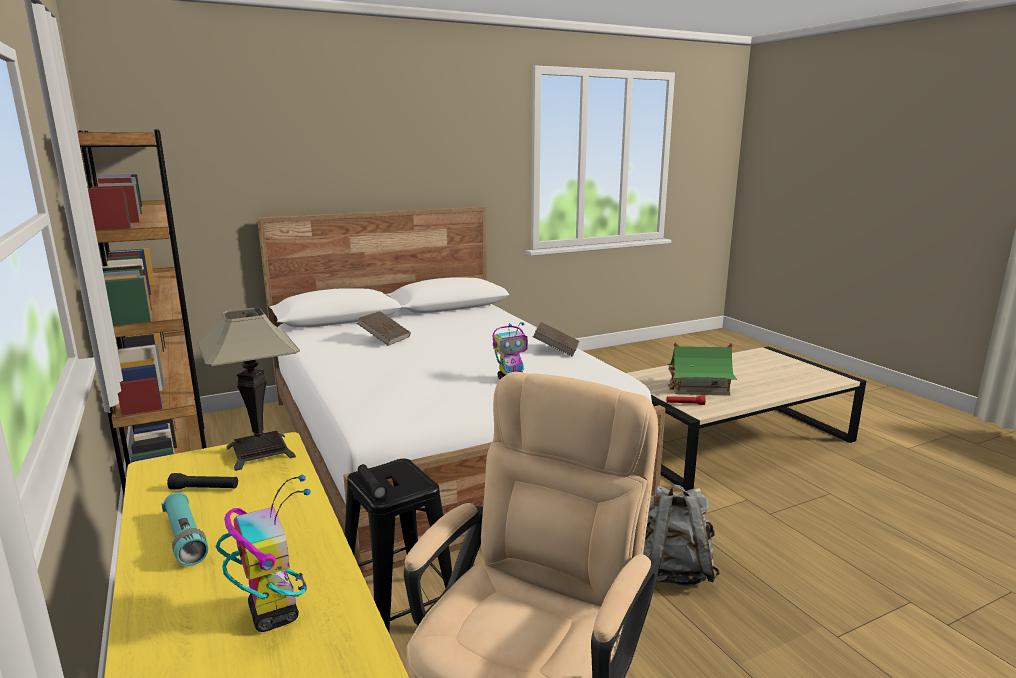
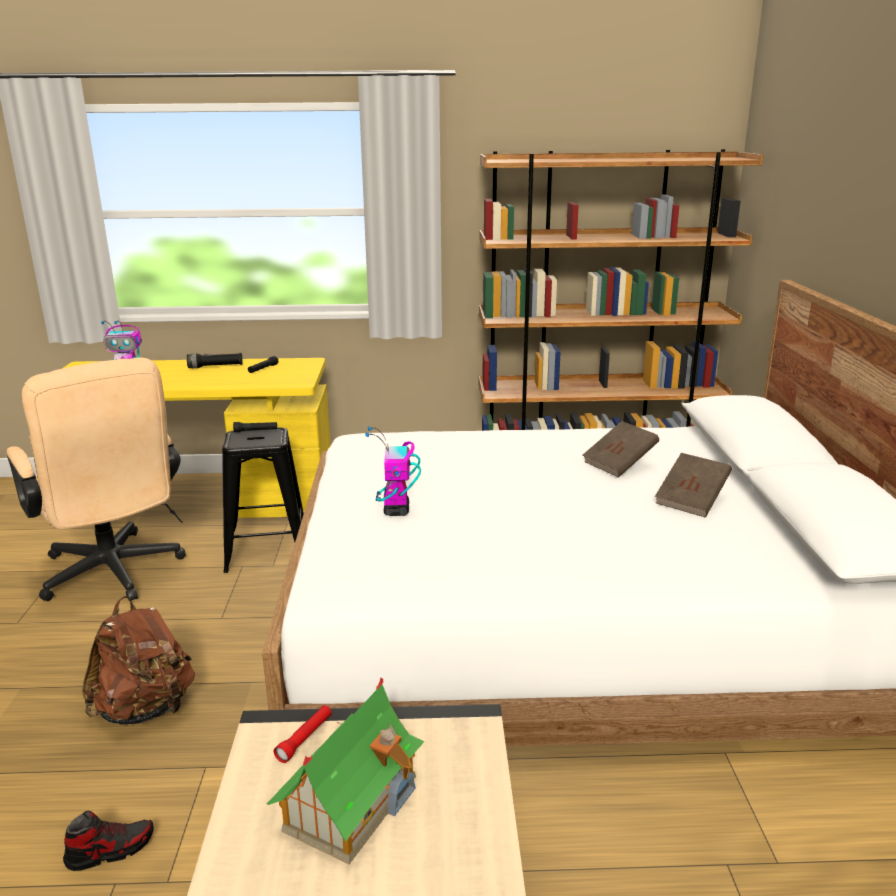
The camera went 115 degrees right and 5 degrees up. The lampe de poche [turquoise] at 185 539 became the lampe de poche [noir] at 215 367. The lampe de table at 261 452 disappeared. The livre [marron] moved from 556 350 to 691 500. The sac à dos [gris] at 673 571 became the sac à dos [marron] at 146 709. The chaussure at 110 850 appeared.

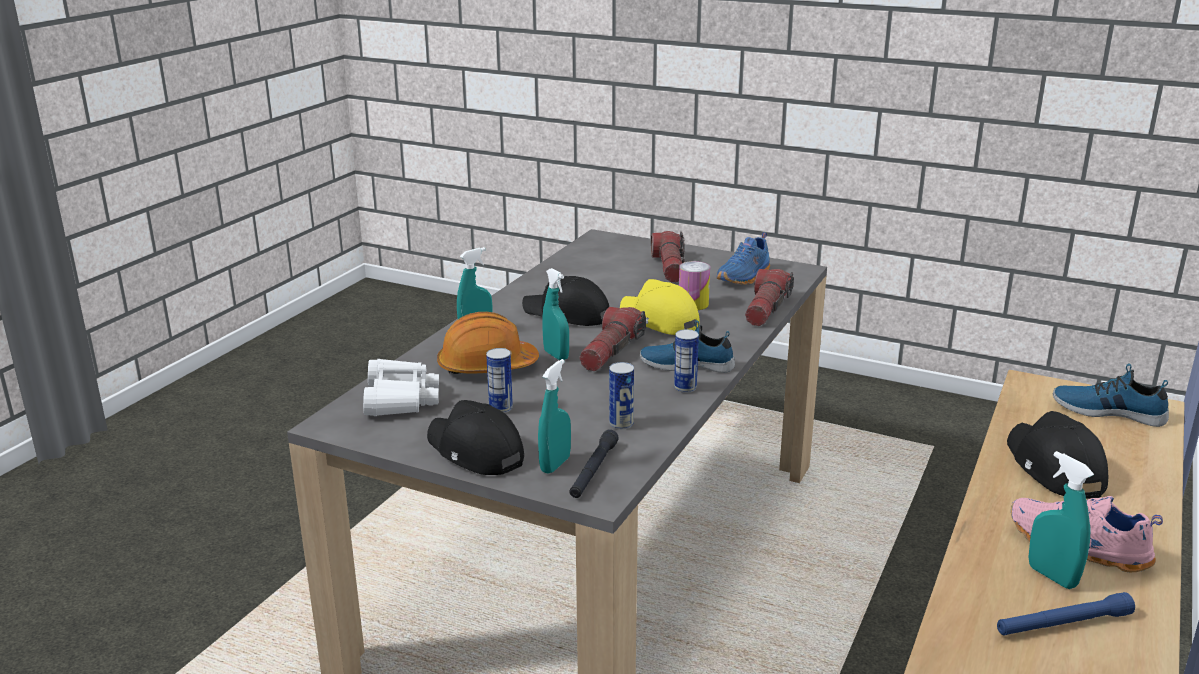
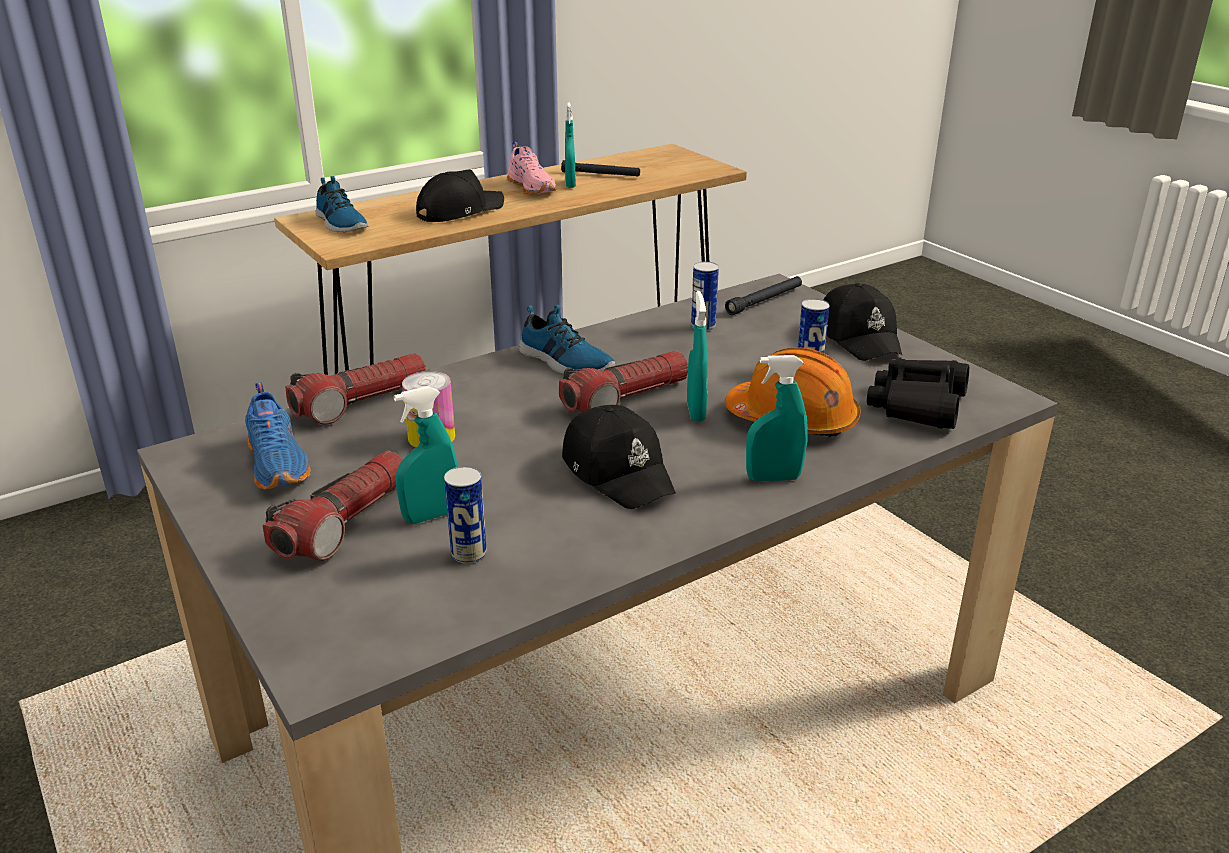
The camera went 150 degrees left and 5 degrees up. The jumelles [blanc] at 400 399 became the jumelles [noir] at 918 405. The vaporisateur [turquoise] moved from 555 464 to 431 516. The casquette [jaune] at 659 320 disappeared. The boîte métallique moved from 685 388 to 469 554. The chaussure [bleu] at 745 277 turned 90 degrees clockwise. The lampe de poche [bleu] at 1063 624 became the lampe de poche [noir] at 600 175. The casquette [noir] at 1053 468 turned 150 degrees counterclockwise.

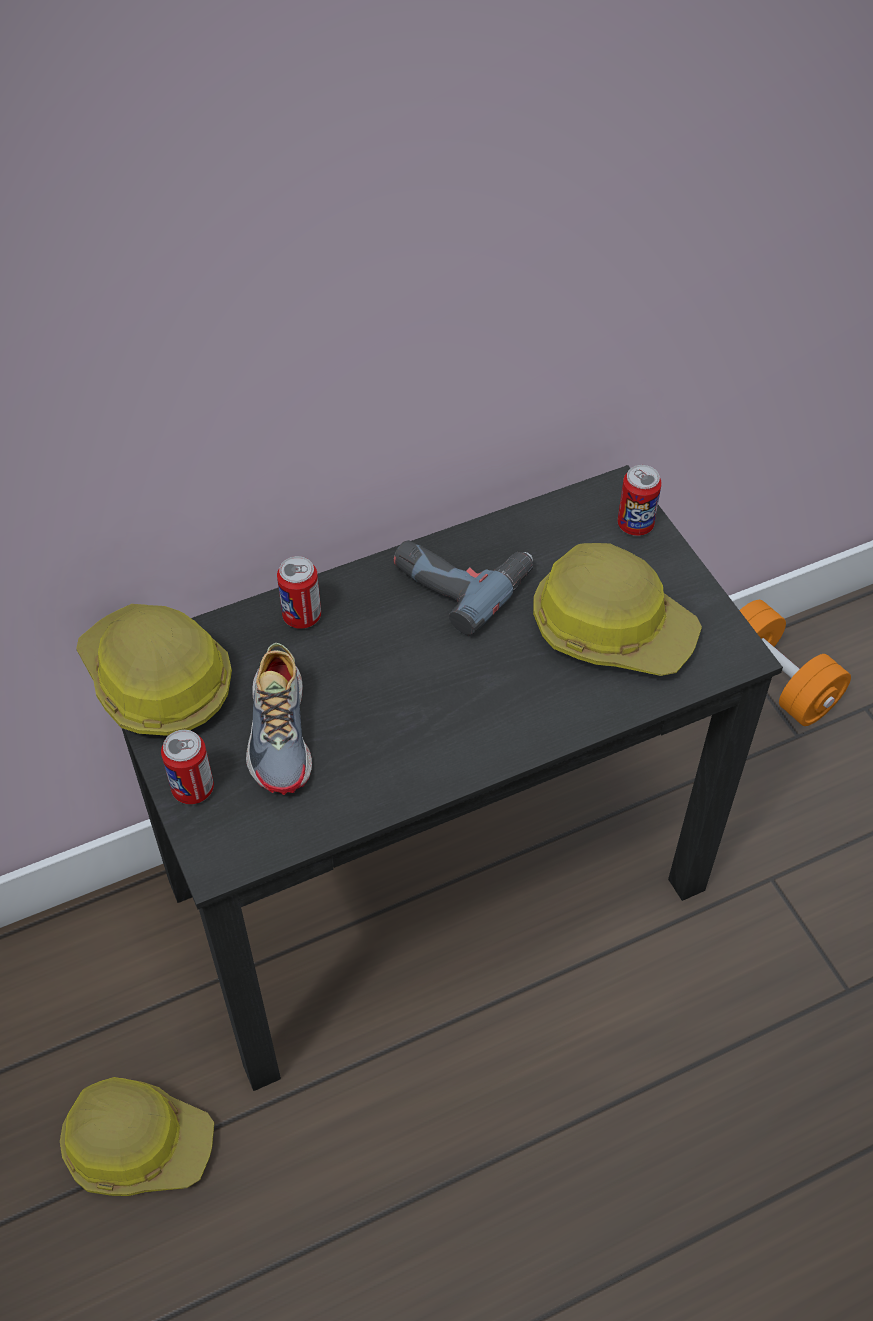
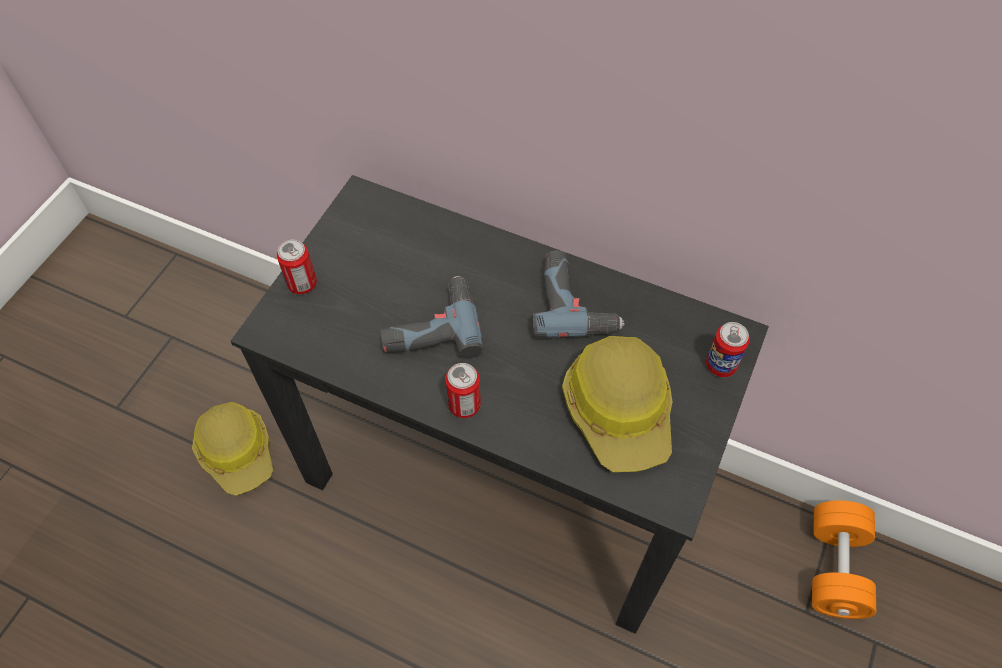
The camera went 50 degrees right and 5 degrees up. The casque de chantier at 156 682 disappeared. The chaussure at 281 732 disappeared. The boîte métallique moved from 302 616 to 464 405. The perceuse at 429 326 appeared.

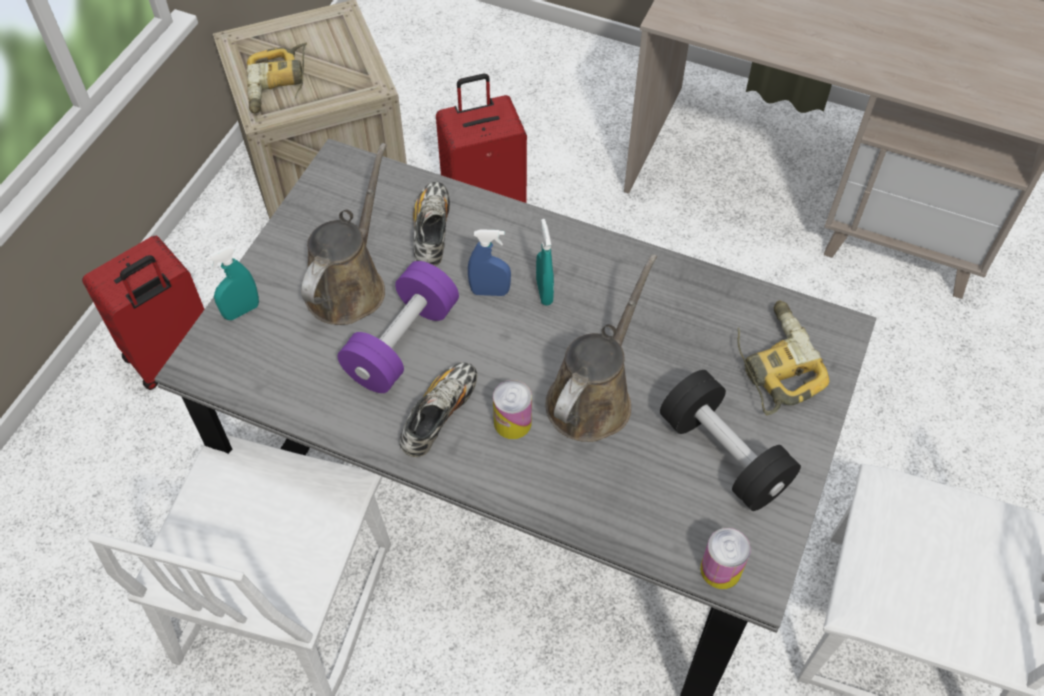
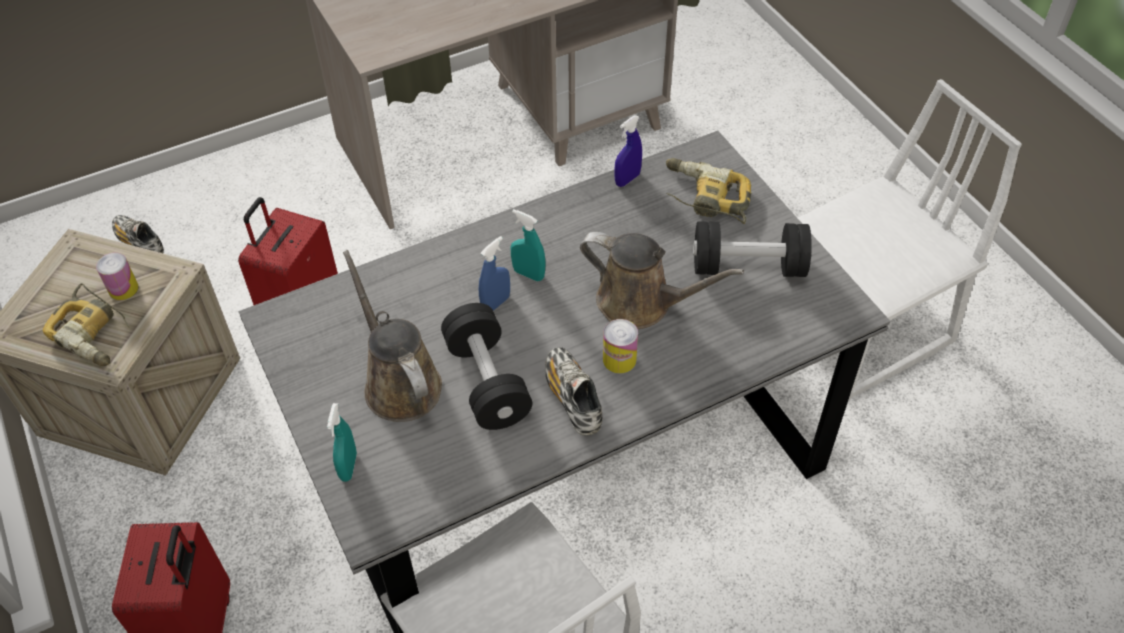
The camera went 50 degrees left and 5 degrees down. The haltère [violet] at 402 343 became the haltère [noir] at 487 382. The chaussure moved from 432 232 to 139 242. The arrosoir [marron] at 593 397 turned 135 degrees clockwise. The boîte métallique moved from 720 569 to 123 289. The vaporisateur [bleu] at 627 179 appeared.

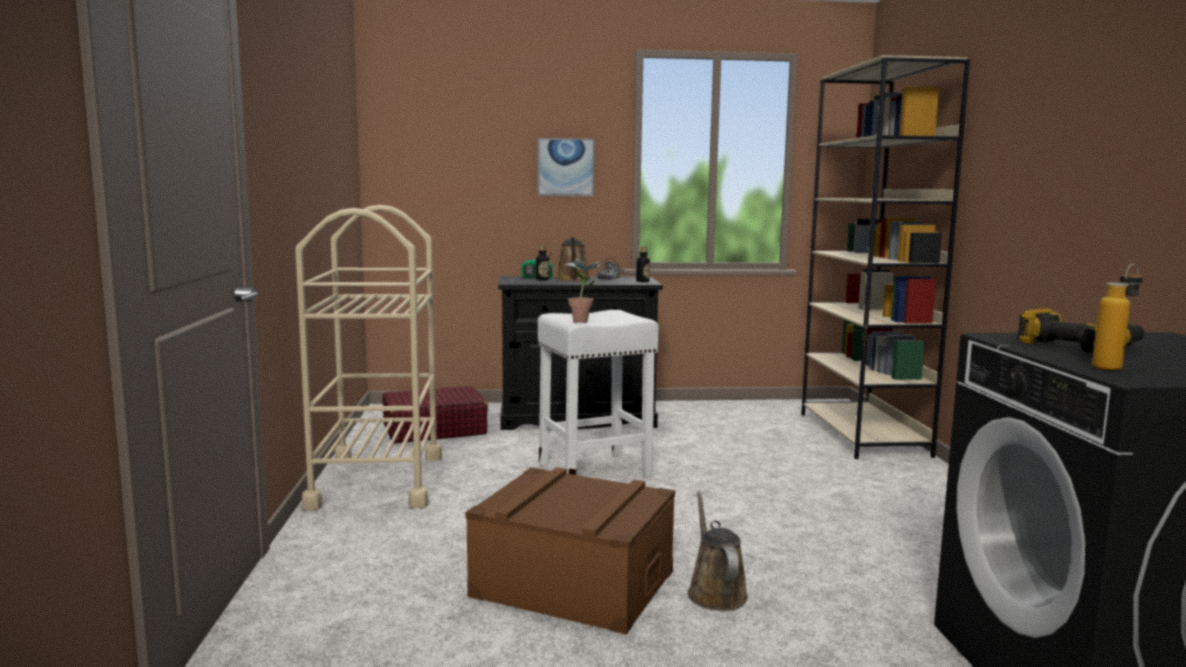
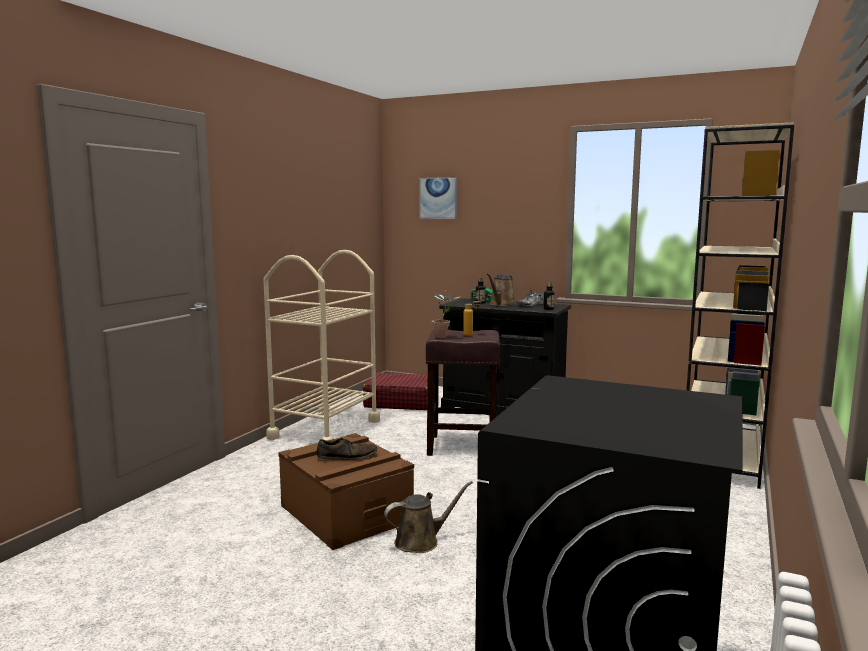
The camera went 30 degrees right and 0 degrees up. The tableau moved from 565 167 to 438 198. The tabouret [blanc] at 596 470 became the tabouret [marron] at 463 446. The arrosoir [marron] at 715 592 turned 45 degrees clockwise. The perceuse at 1078 347 disappeared. The bouteille moved from 1112 367 to 472 335. The chaussure [marron] at 347 456 appeared.

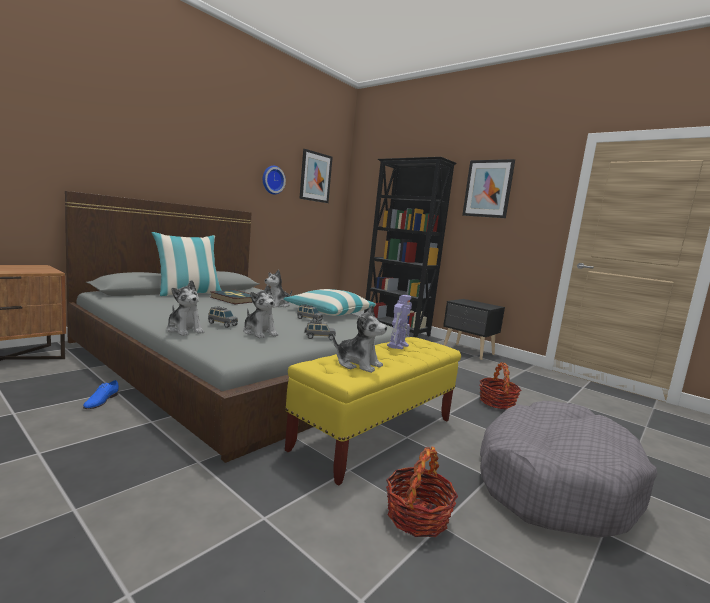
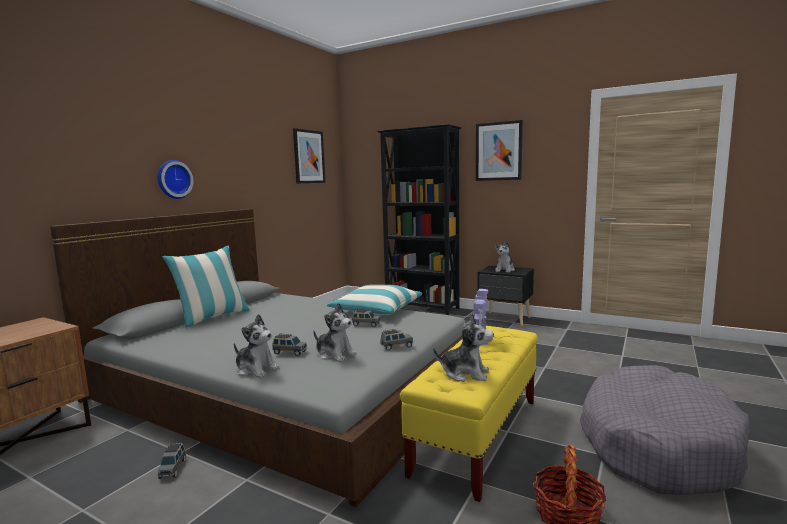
The camera went 10 degrees left and 0 degrees up. The chaussure [bleu] at 101 401 was replaced by the petite voiture [gris] at 173 468. The livre at 234 299 disappeared. The horloge murale moved from 272 180 to 173 179. The peluche moved from 277 305 to 505 270. The panier at 497 402 disappeared.

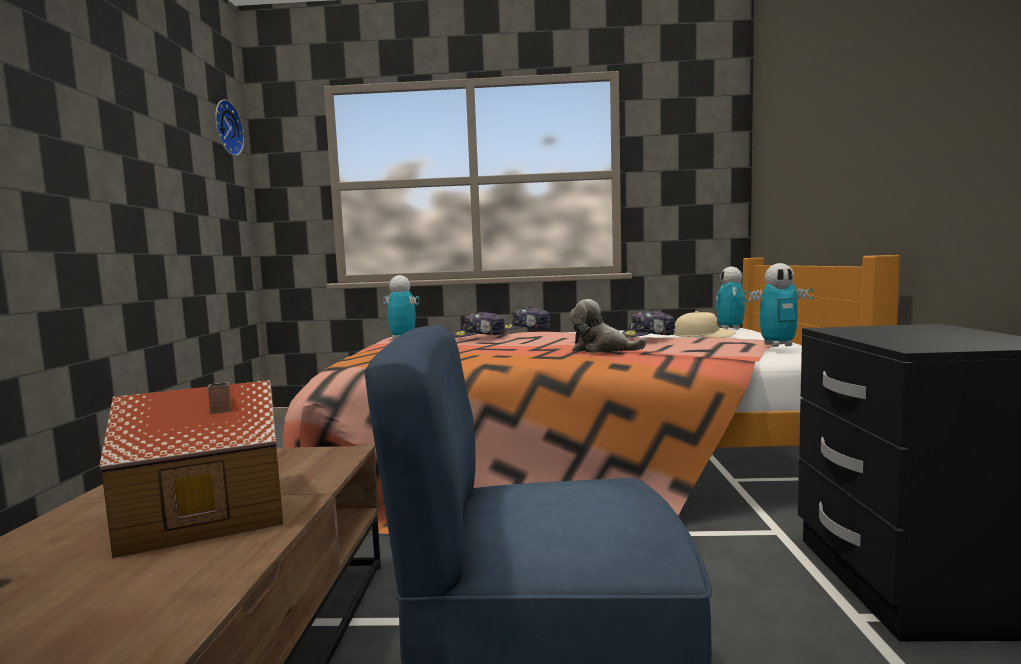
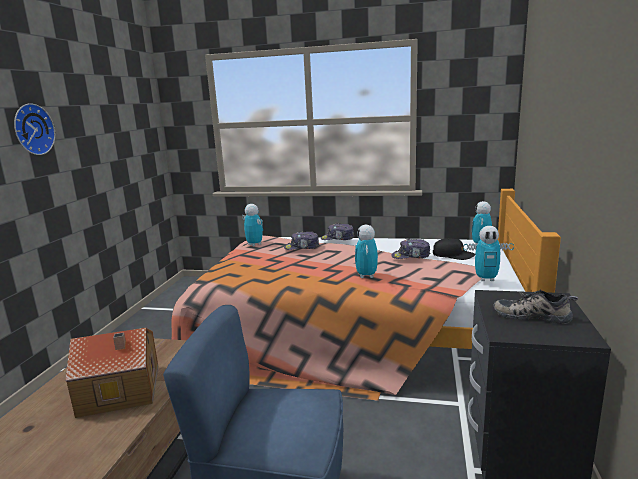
The camera went 10 degrees right and 10 degrees up. The horloge murale moved from 225 128 to 32 129. The peluche at 601 350 was replaced by the robot jouet at 366 276. The casquette [beige] at 703 336 became the casquette [noir] at 453 255. The chaussure at 532 315 appeared.

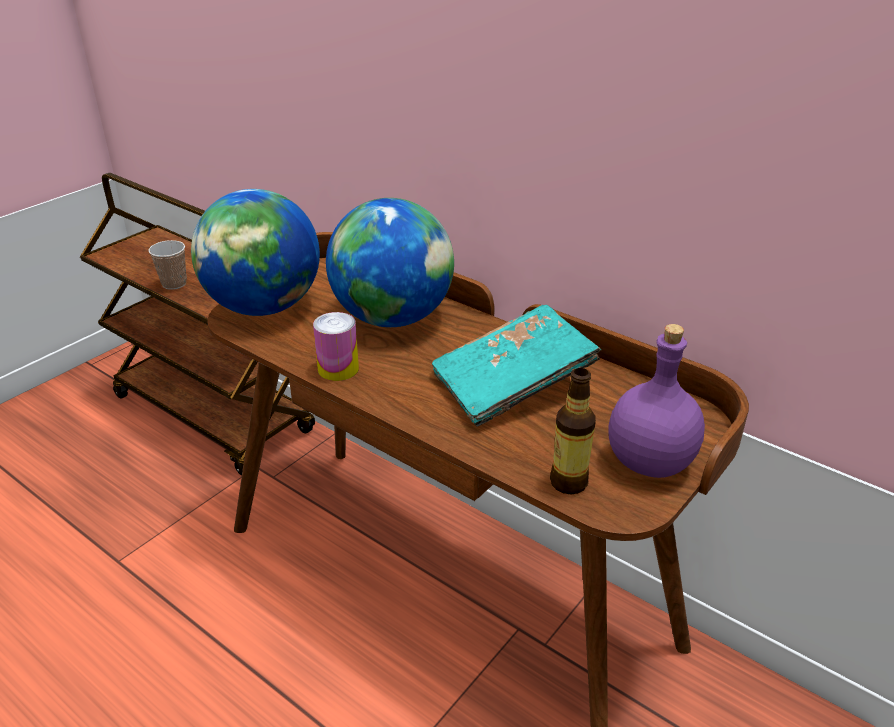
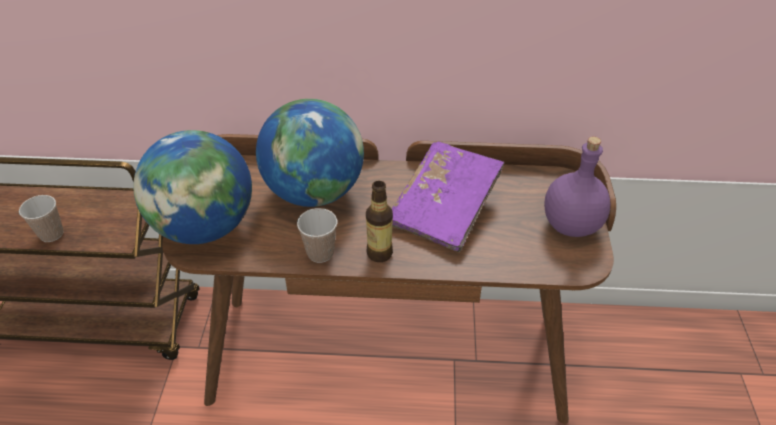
The camera went 35 degrees left and 10 degrees up. The boîte métallique at 338 369 was replaced by the tasse at 320 253. The livre [turquoise] at 512 384 became the livre [violet] at 445 208. The bouteille moved from 568 482 to 379 253.

